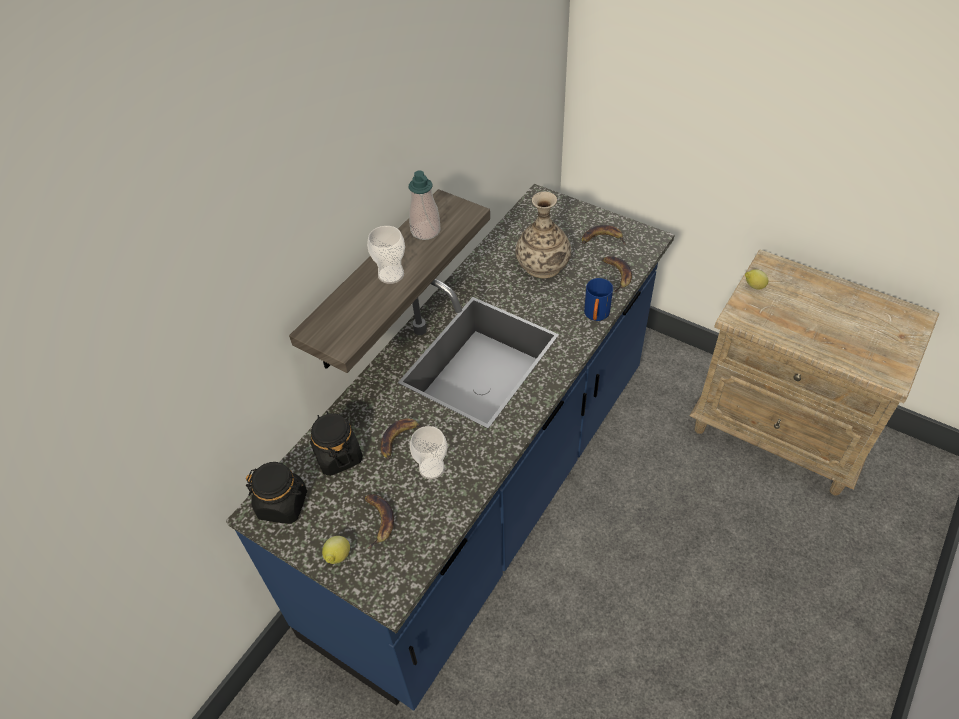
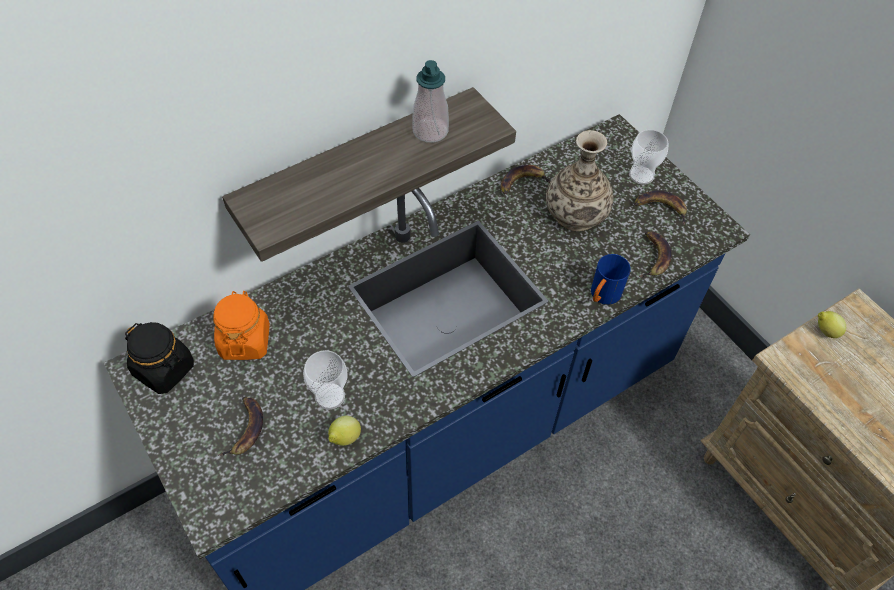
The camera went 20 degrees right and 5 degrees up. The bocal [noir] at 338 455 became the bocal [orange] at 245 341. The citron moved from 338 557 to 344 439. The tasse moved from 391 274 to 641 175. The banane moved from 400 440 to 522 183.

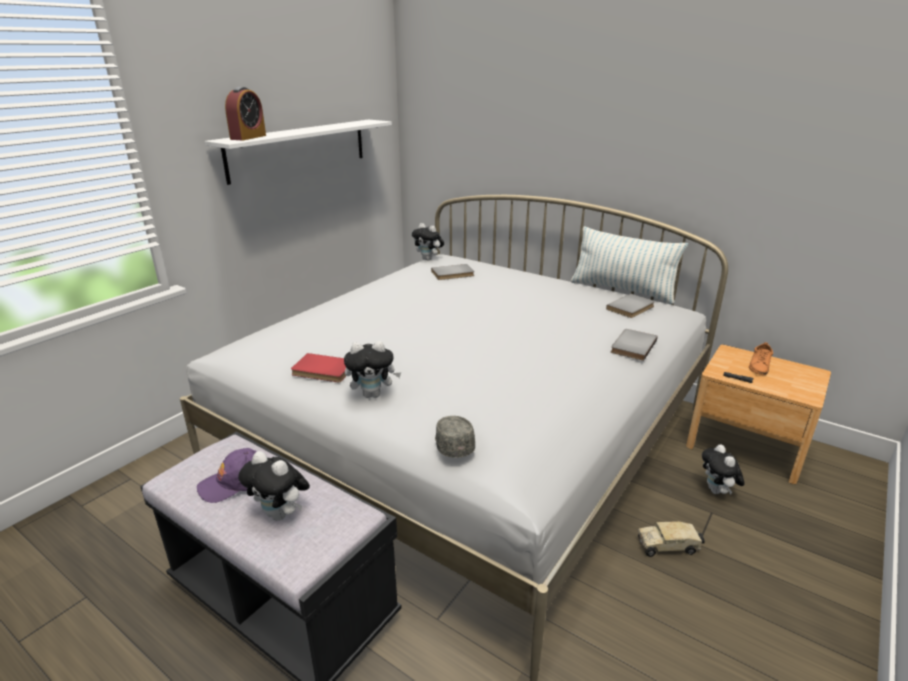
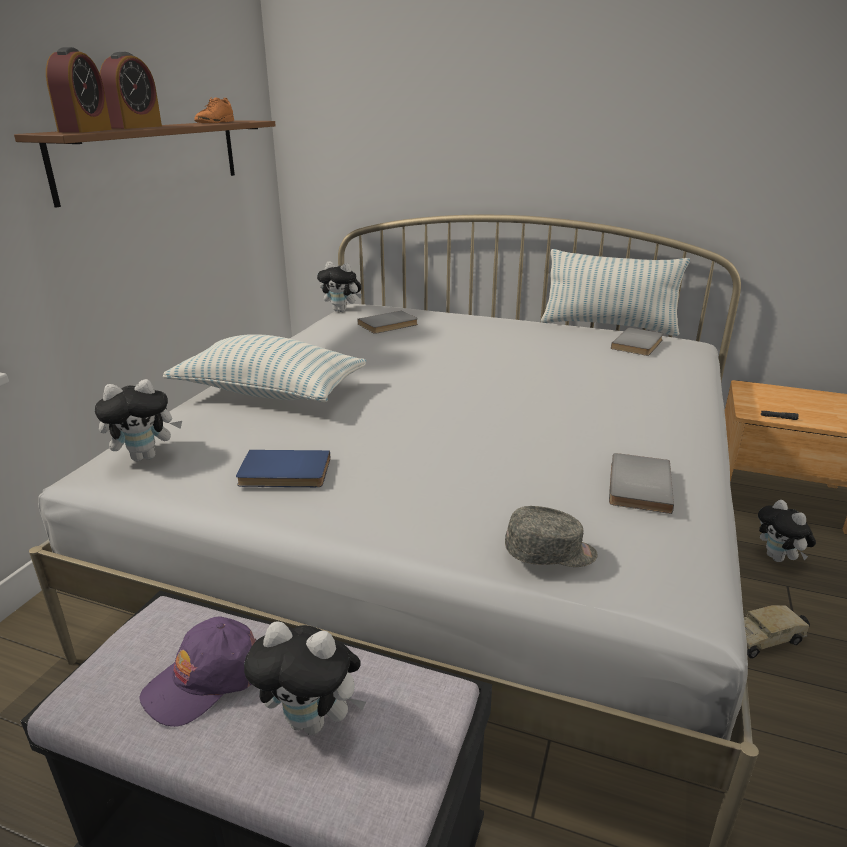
The camera went 15 degrees left and 0 degrees up. The étagère [blanc] at 299 149 became the étagère [marron] at 153 157. The livre [rouge] at 322 371 became the livre [bleu] at 284 473. The peluche moved from 373 394 to 146 456. The casquette [gris] at 453 444 turned 120 degrees clockwise. The livre [gris] moved from 631 346 to 636 485. The chaussure [orange] moved from 759 366 to 214 122. The réveil at 135 127 appeared. The coussin at 270 393 appeared.

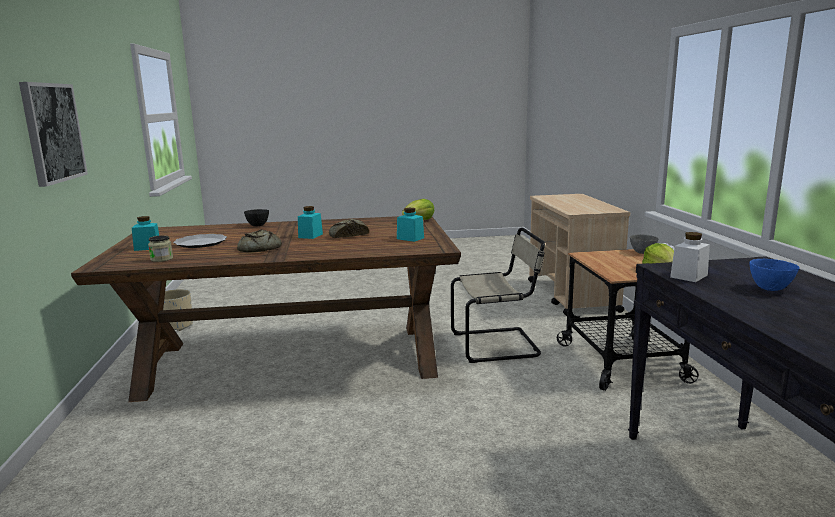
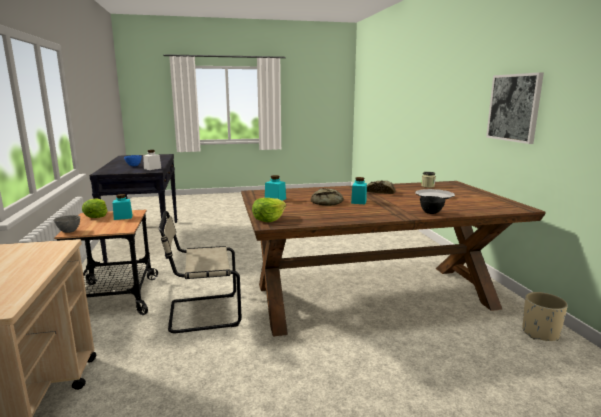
The camera went 175 degrees right and 0 degrees up. The bocal [turquoise] moved from 147 247 to 123 217.

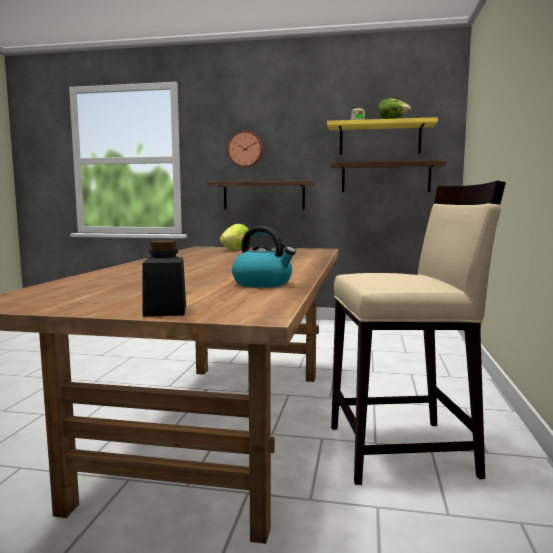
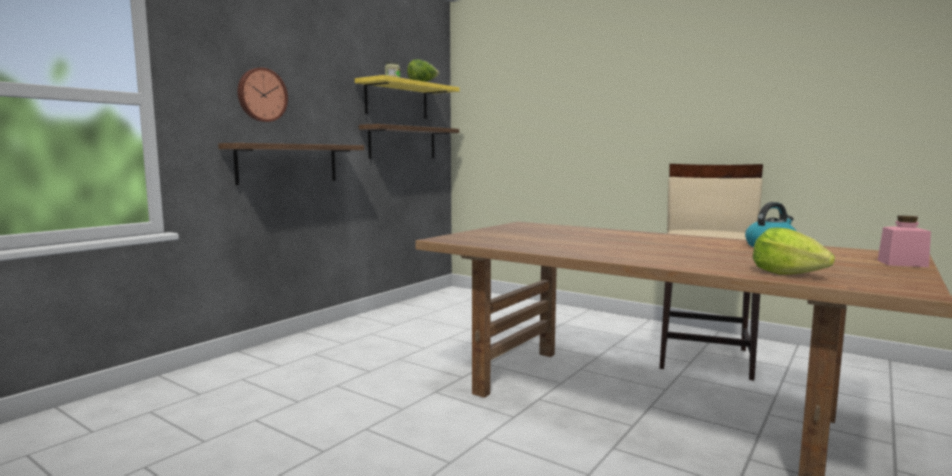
The camera went 65 degrees left and 0 degrees up. The bocal [noir] at 165 310 became the bocal [rose] at 902 263. The laitue moved from 235 249 to 787 273.

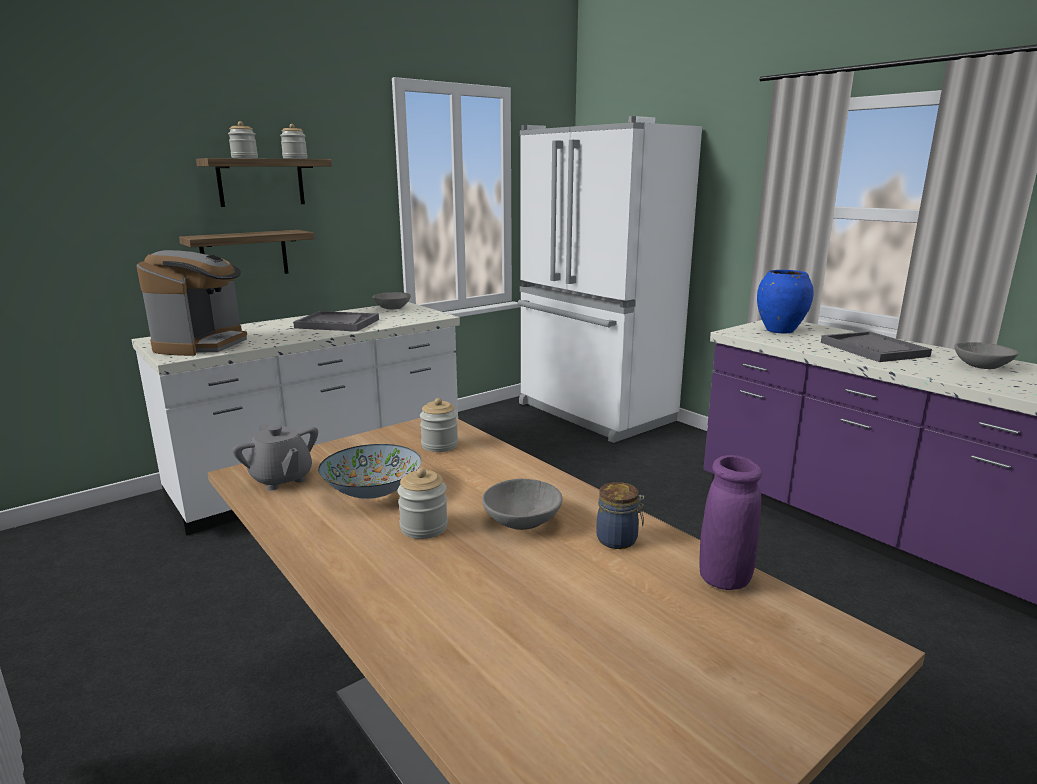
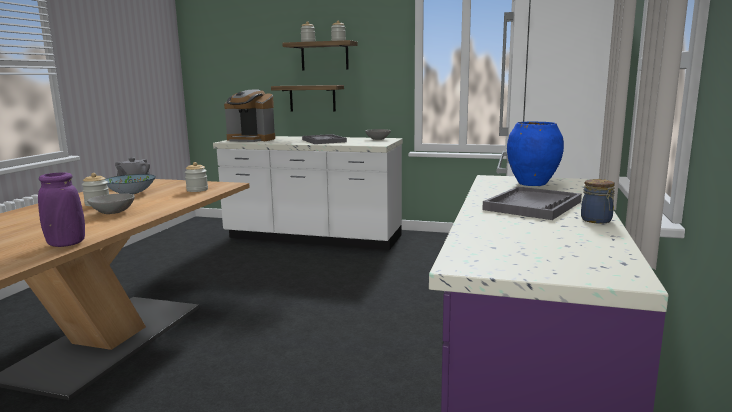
The camera went 55 degrees right and 5 degrees down. The machine à café at 202 344 turned 45 degrees clockwise. The bocal moved from 618 540 to 597 220. The bol [gris] at 982 366 disappeared.

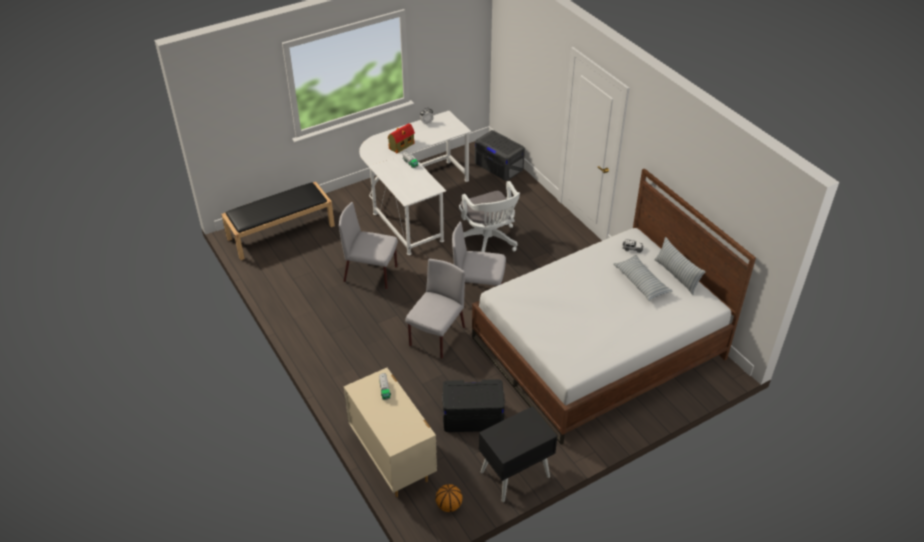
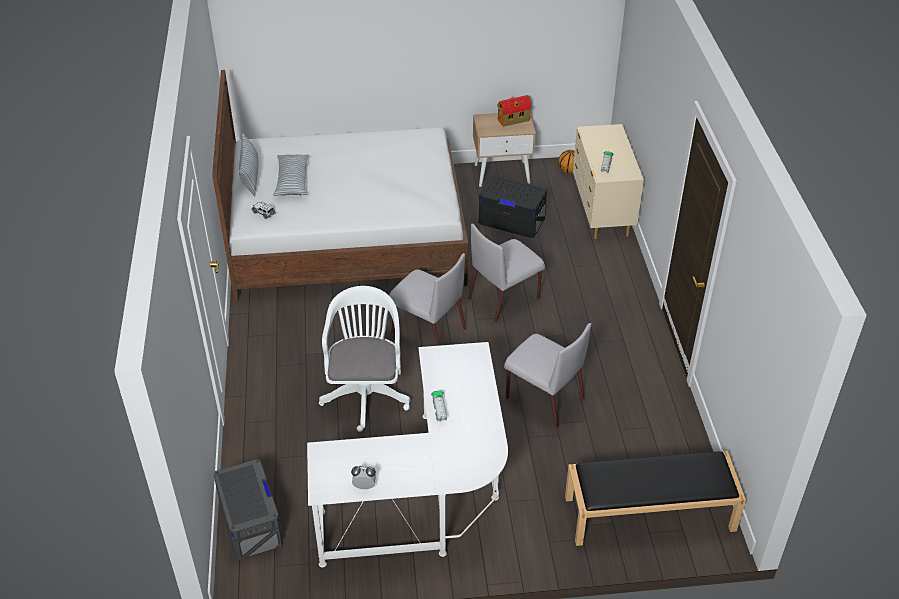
The camera went 155 degrees left and 0 degrees up. The maison miniature moved from 401 146 to 514 120. The table de chevet [noir] at 515 474 became the table de chevet [beige] at 502 173.

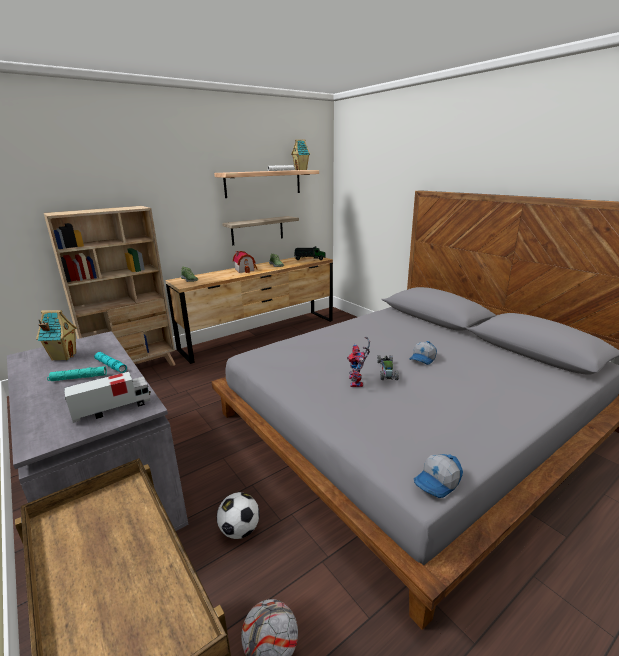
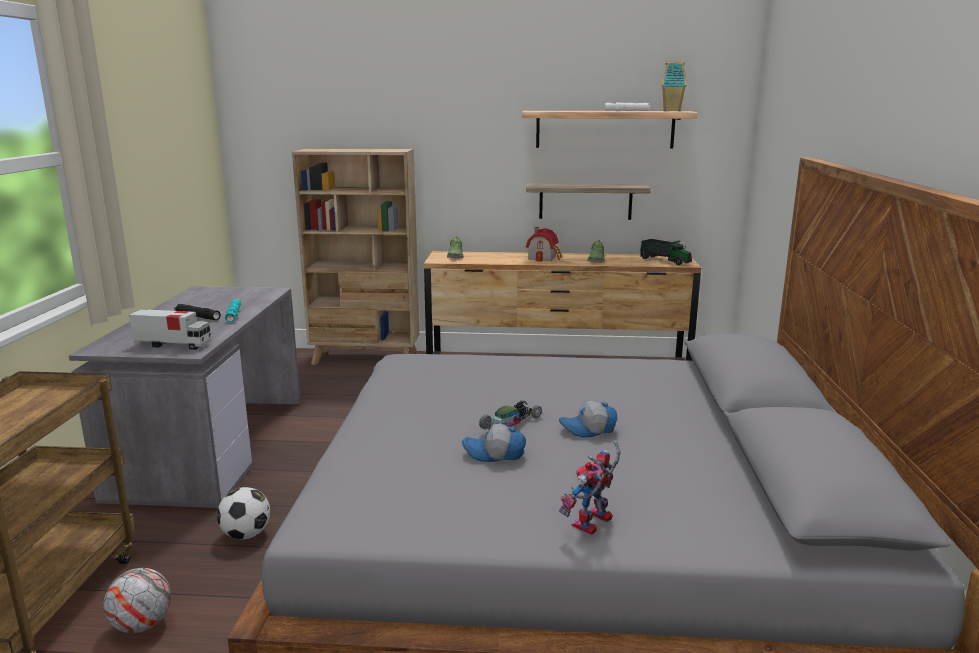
The camera went 40 degrees right and 5 degrees down. The maison miniature at 63 356 disappeared. The lampe de poche [turquoise] at 78 378 became the lampe de poche [noir] at 197 316. The robot jouet moved from 357 382 to 592 525. The casquette moved from 438 482 to 494 454.

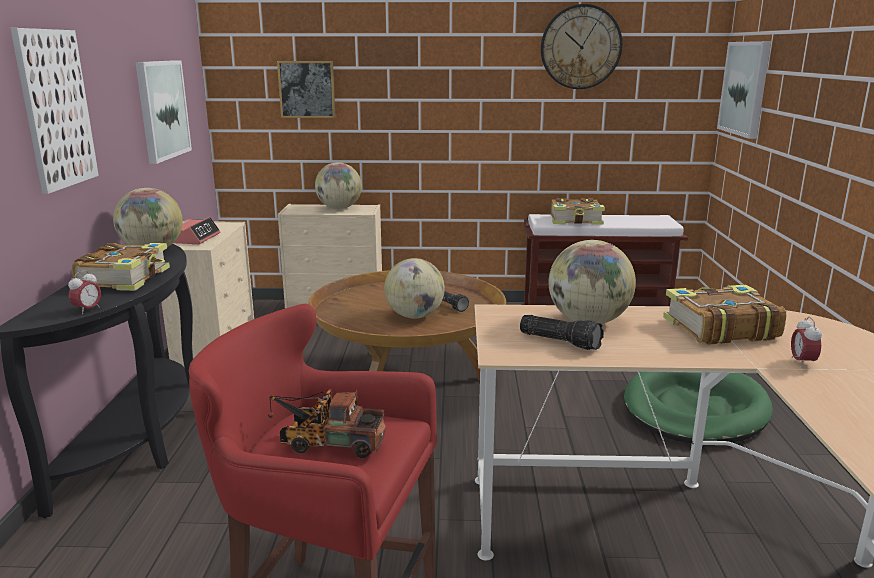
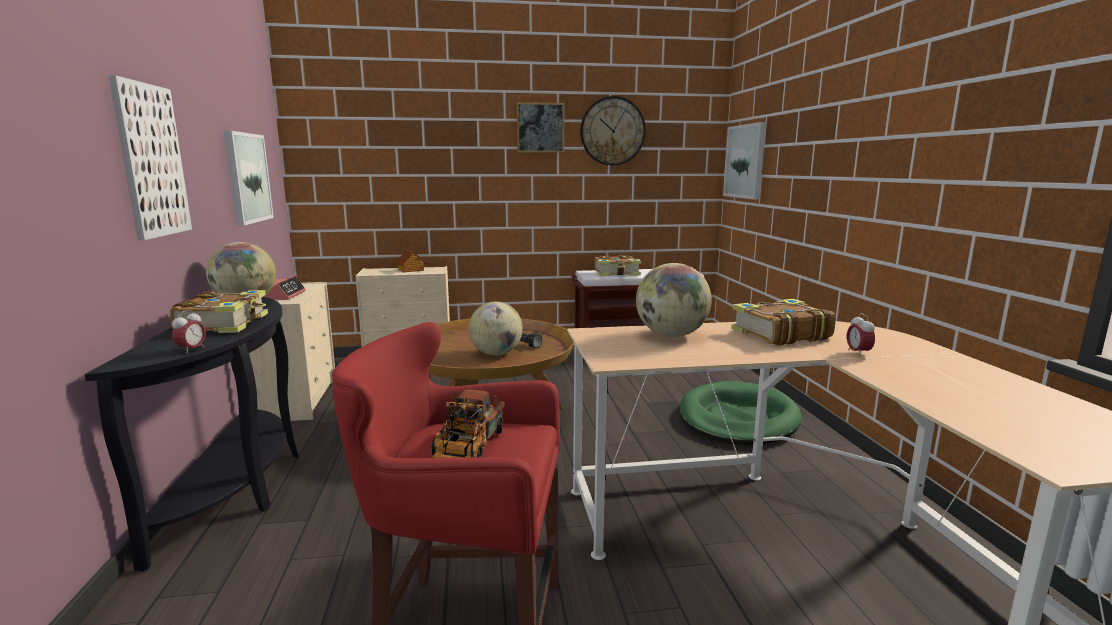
The camera went 10 degrees left and 5 degrees down. The camion jouet at 327 443 turned 75 degrees counterclockwise. The tableau moved from 307 89 to 540 127. The globe at 339 208 was replaced by the maison miniature at 411 270. The lampe de poche at 561 341 disappeared.

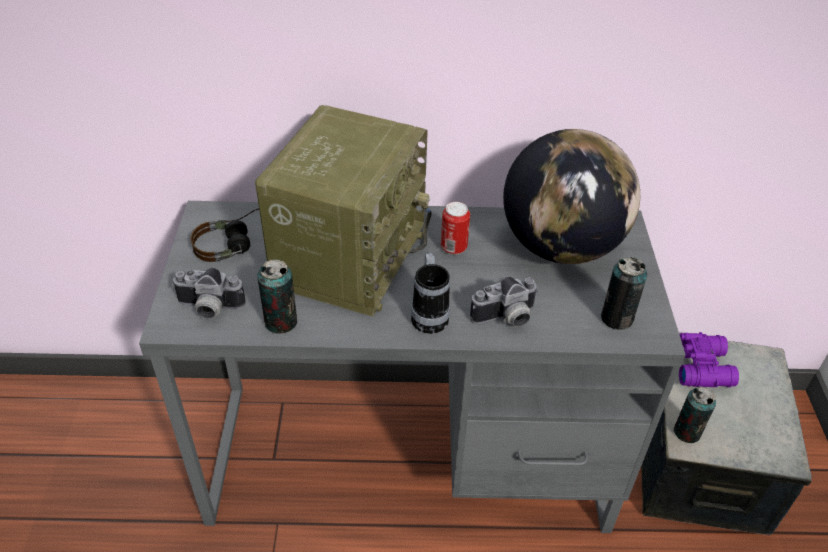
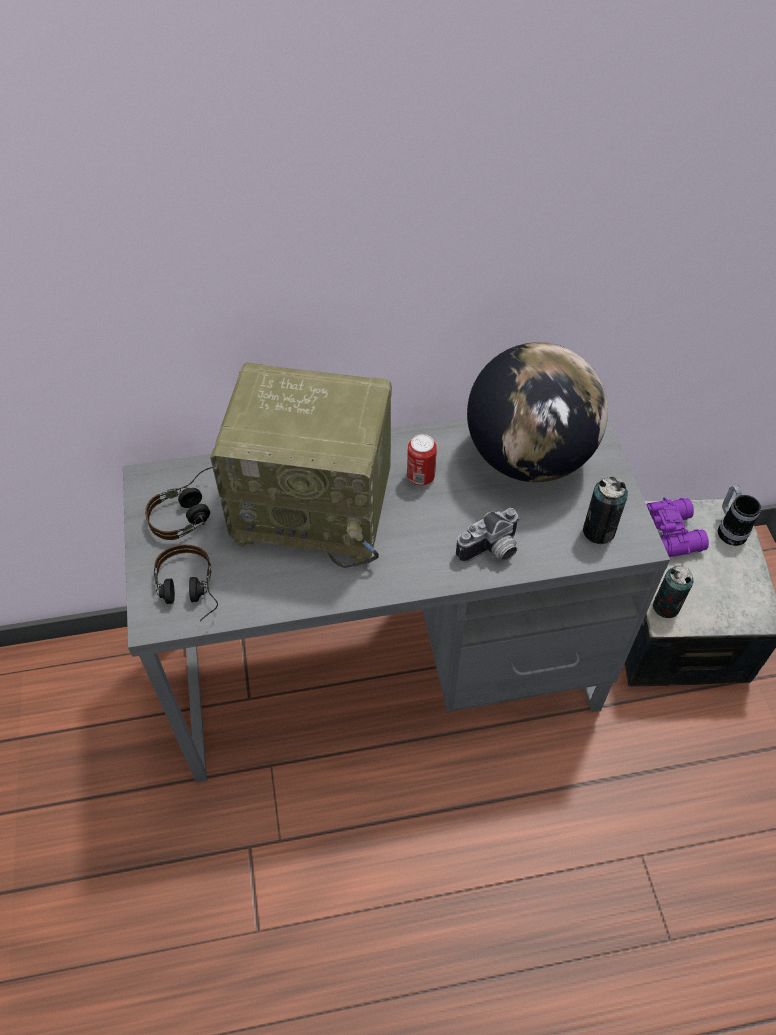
The camera went 10 degrees left and 10 degrees up. The appareil photo at 209 309 was replaced by the casque audio at 188 594. The radio at 349 256 turned 90 degrees clockwise. The boîte métallique at 281 322 disappeared. The mug moved from 429 314 to 729 529.

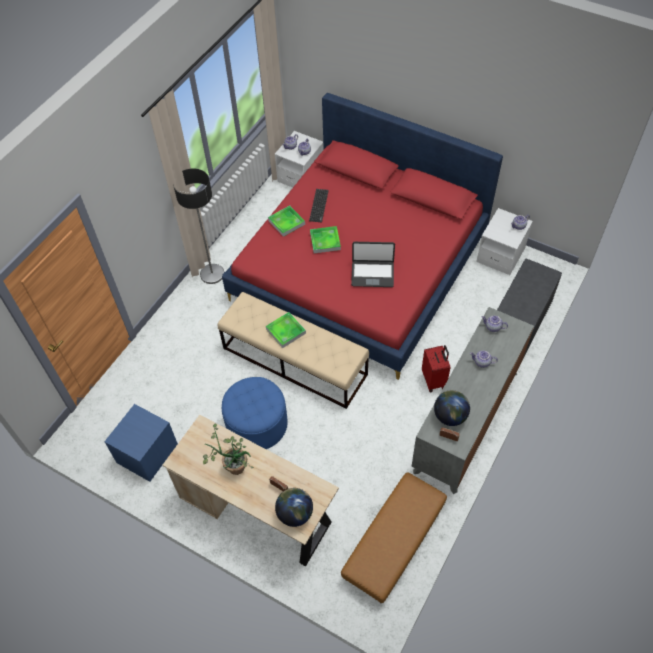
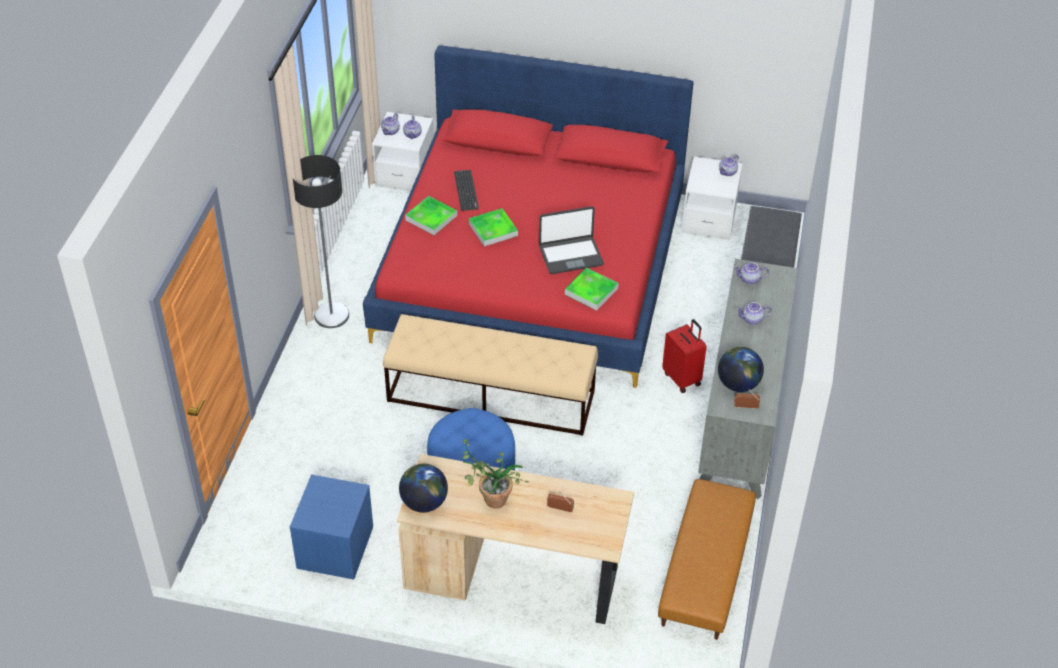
The camera went 20 degrees left and 10 degrees down. The plateau moved from 286 331 to 591 291. The globe moved from 295 513 to 424 502.

